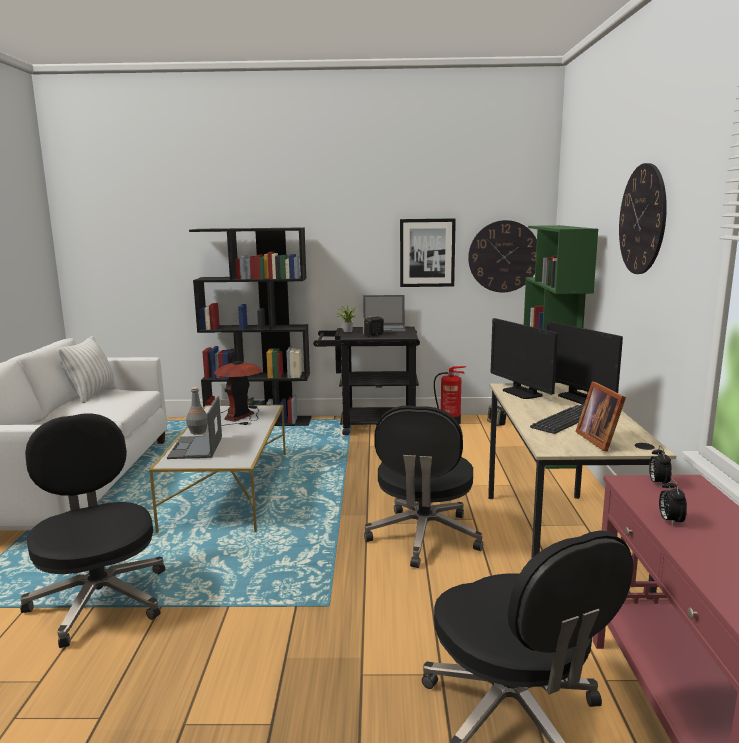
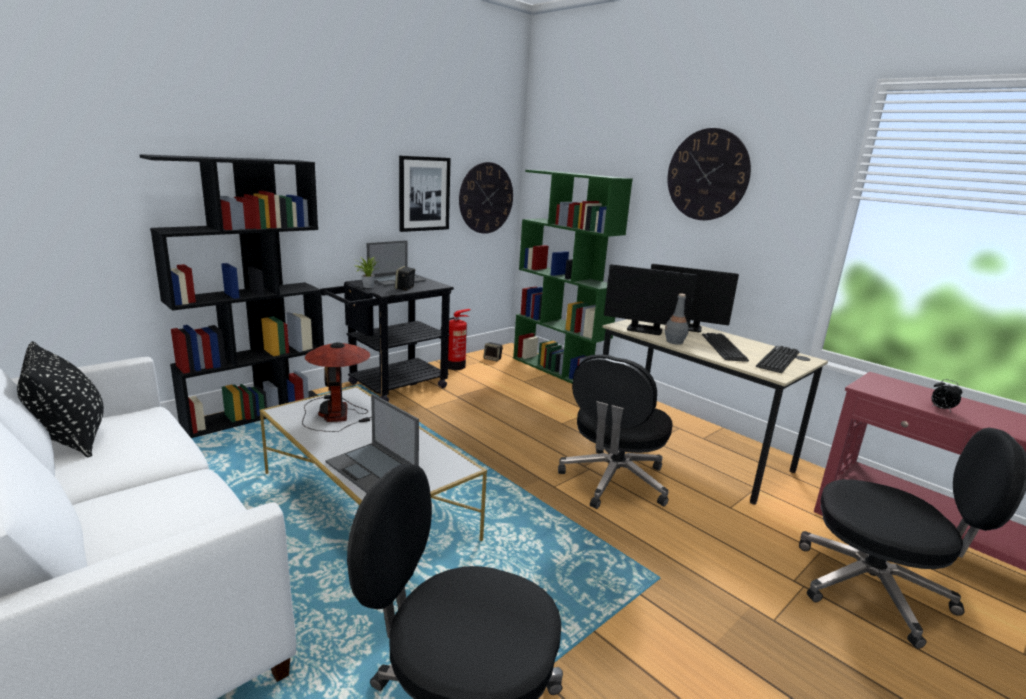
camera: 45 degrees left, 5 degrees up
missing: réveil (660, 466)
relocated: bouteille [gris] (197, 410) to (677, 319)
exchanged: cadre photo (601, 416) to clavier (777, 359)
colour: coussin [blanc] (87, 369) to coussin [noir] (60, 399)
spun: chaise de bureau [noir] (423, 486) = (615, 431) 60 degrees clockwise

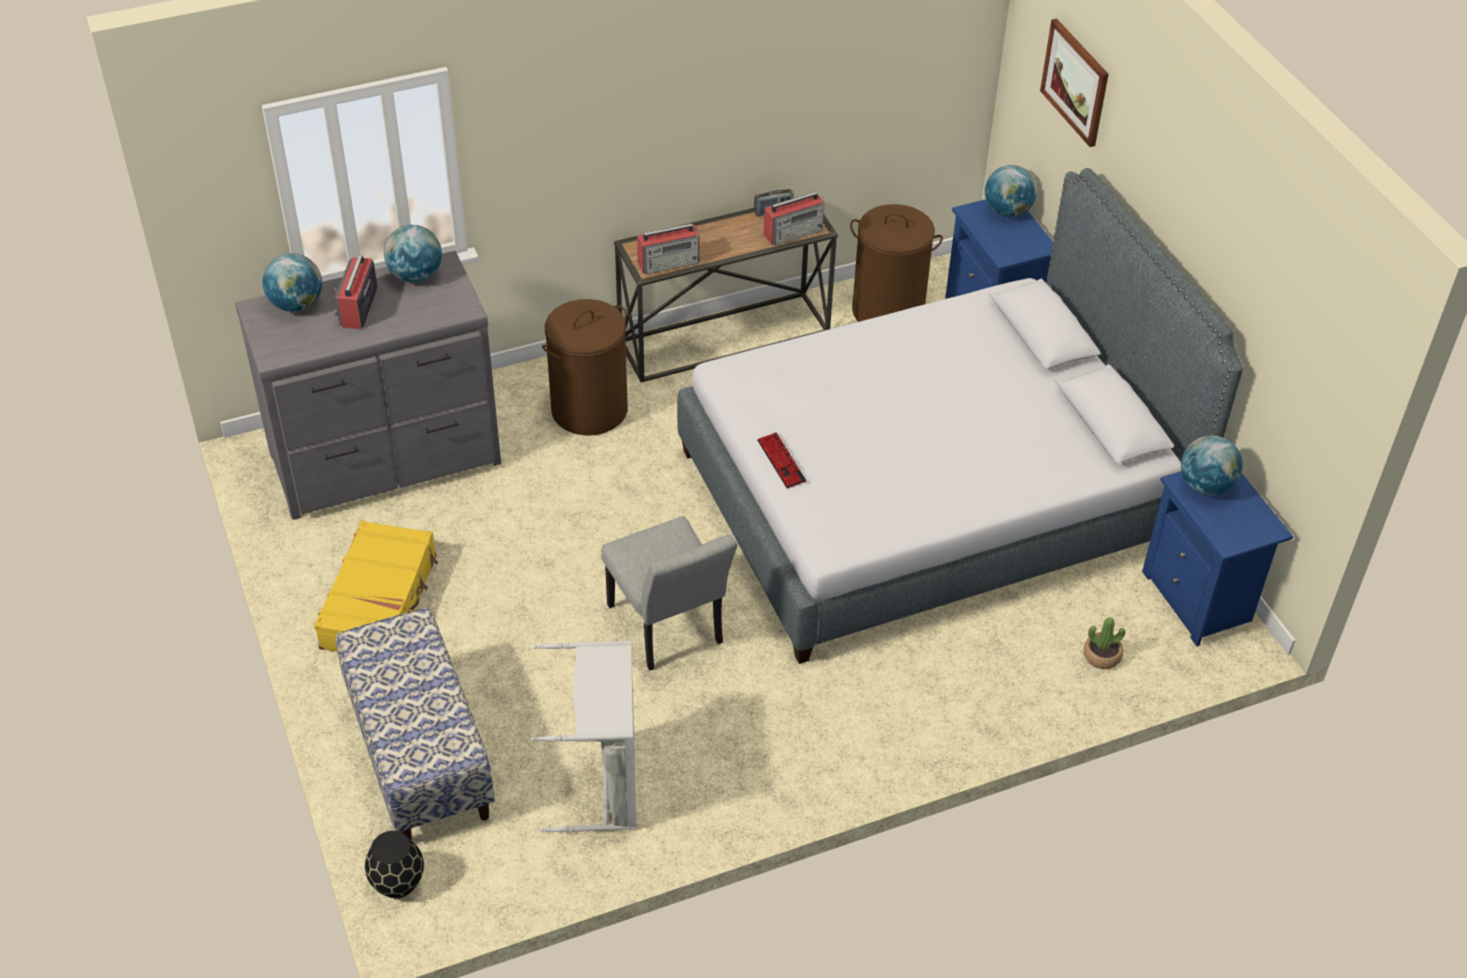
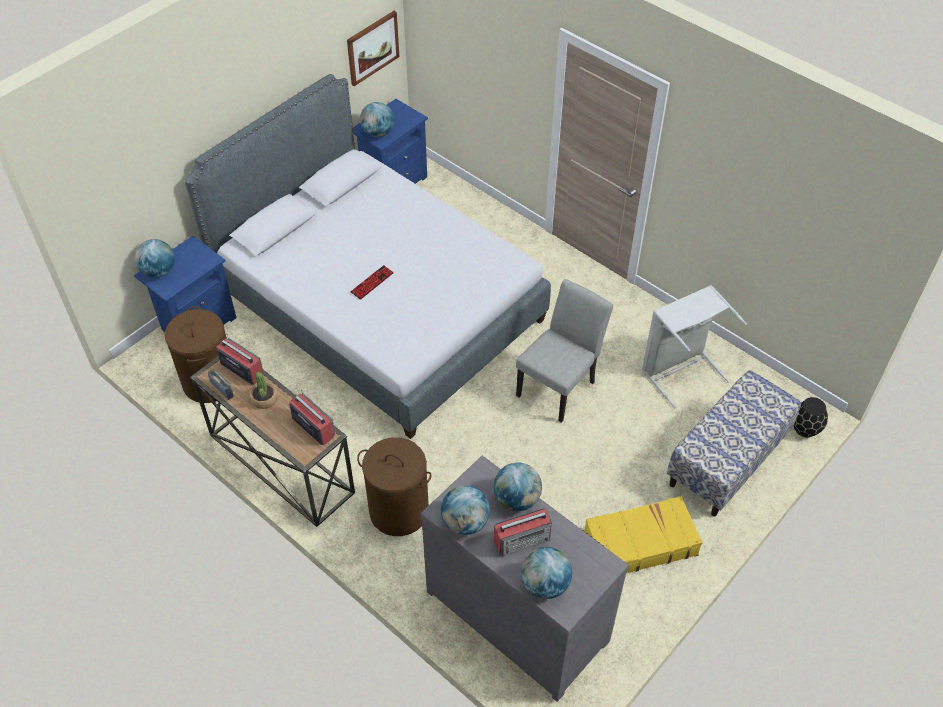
camera: 115 degrees left, 5 degrees up
appeared: globe (518, 487)
relocated: plante en pot (1104, 643) to (263, 390); tableau (1074, 83) to (373, 48); clavier (781, 460) to (372, 282)

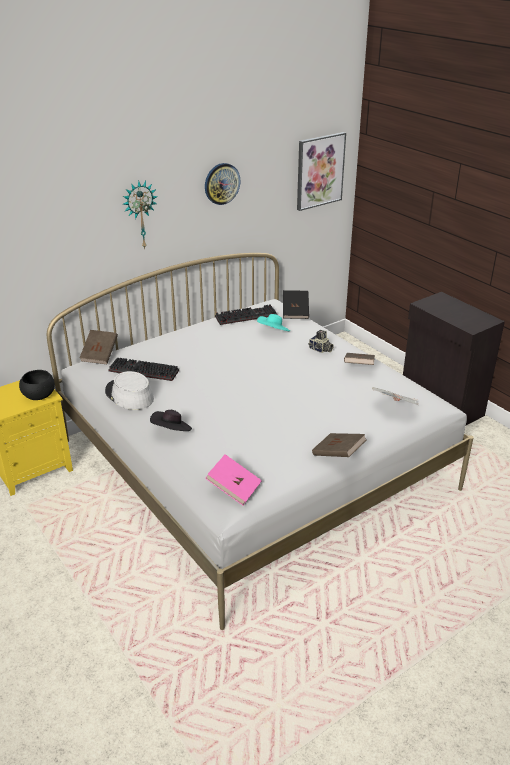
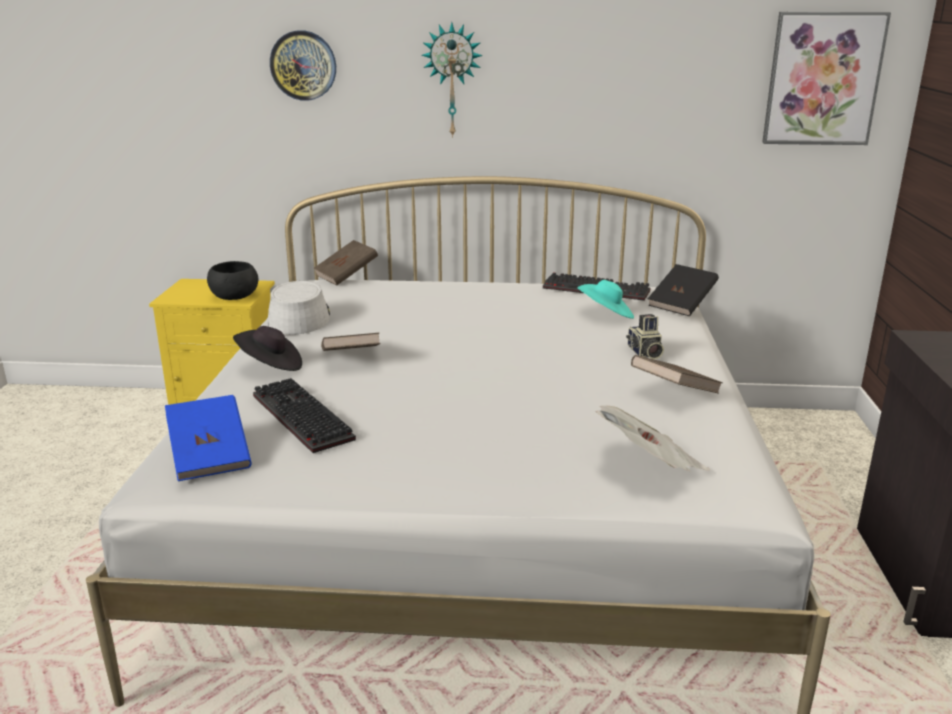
camera: 40 degrees right, 10 degrees down
relocated: clavier (144, 369) to (304, 415); horloge murale (223, 184) to (303, 65); livre [marron] (339, 445) to (351, 342)
colour: livre [rose] (233, 479) to livre [bleu] (208, 438)

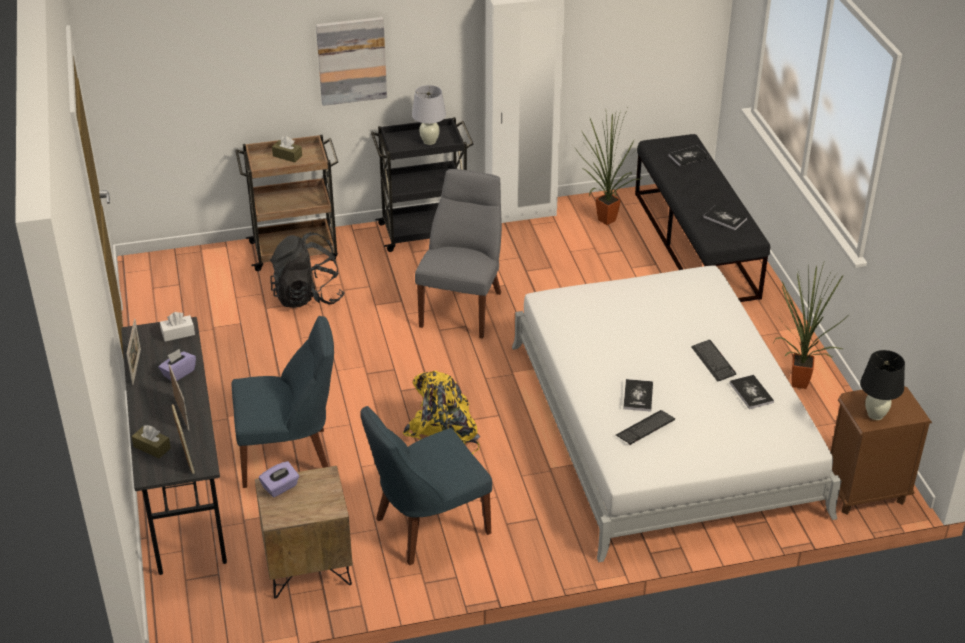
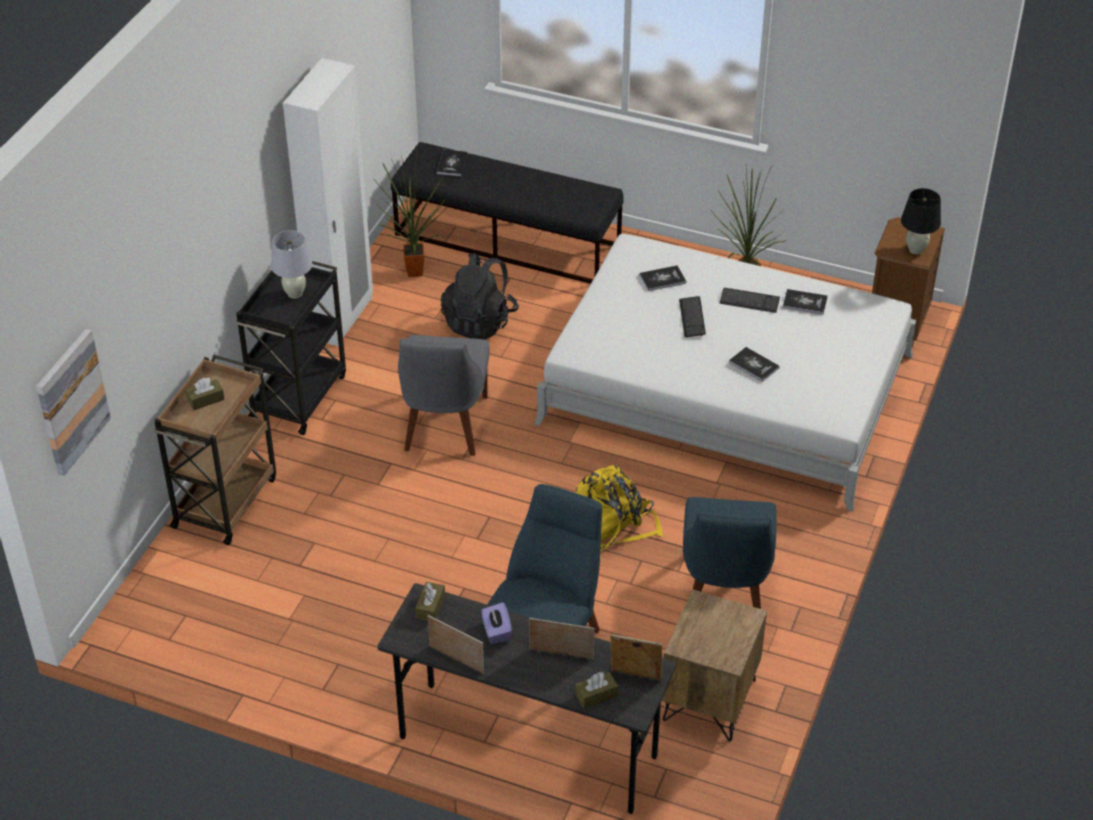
camera: 55 degrees left, 5 degrees up
missing: boîte à mouchoirs [violet] (279, 479)
relocated: tableau (351, 61) to (73, 402); sac à dos [noir] (307, 270) to (480, 296); livre (725, 217) to (662, 278); clavier (645, 427) to (692, 316)
colour: boîte à mouchoirs [blanc] (177, 327) to boîte à mouchoirs [marron] (430, 601)
spun: chaise [gris] (458, 253) = (444, 395) 135 degrees counterclockwise

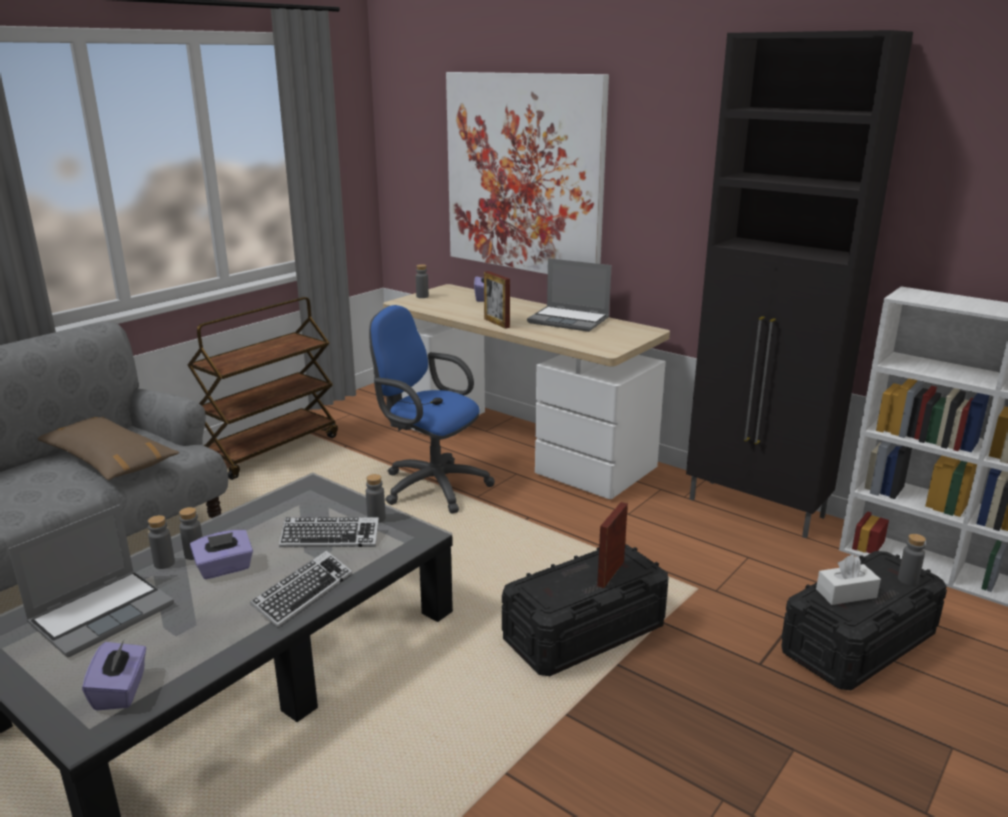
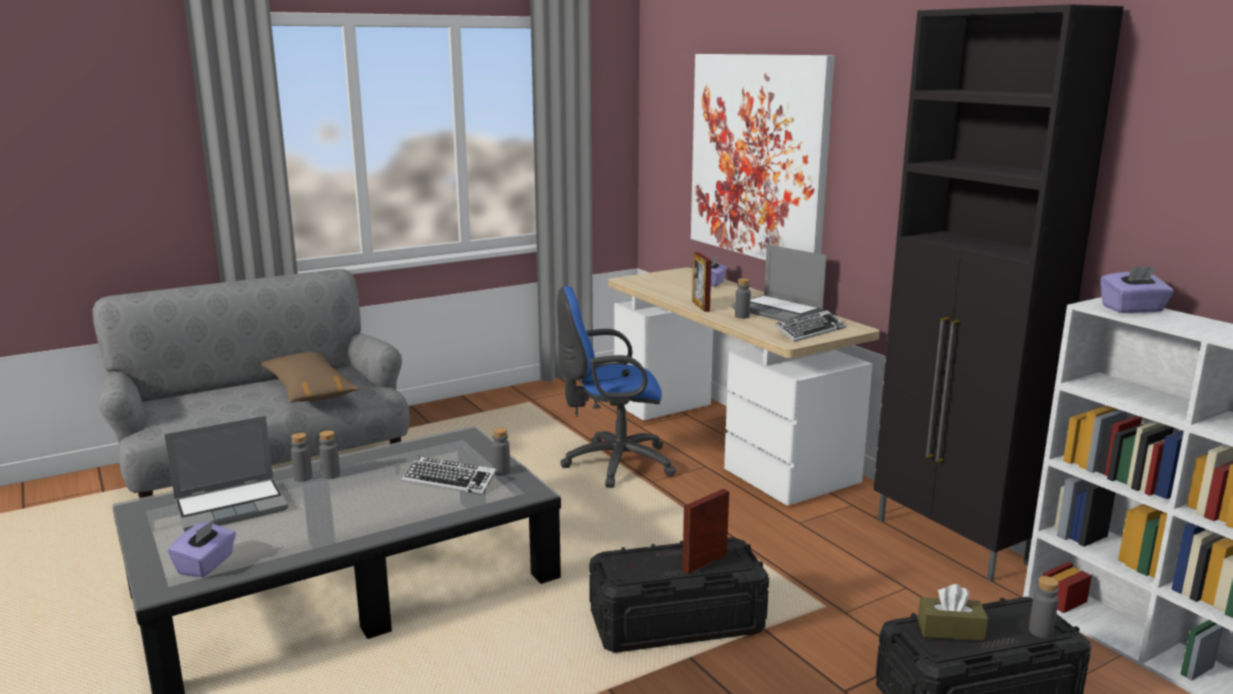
camera: 20 degrees right, 5 degrees down
missing: chariot [marron] (263, 388)
relocated: bouteille [gris] (422, 281) to (743, 298); clavier (301, 589) to (810, 326); boîte à mouchoirs [violet] (221, 554) to (1137, 290)
colour: boîte à mouchoirs [blanc] (848, 579) to boîte à mouchoirs [marron] (953, 612)
spun: chaise de bureau [bleu] (432, 409) = (616, 387) 60 degrees counterclockwise

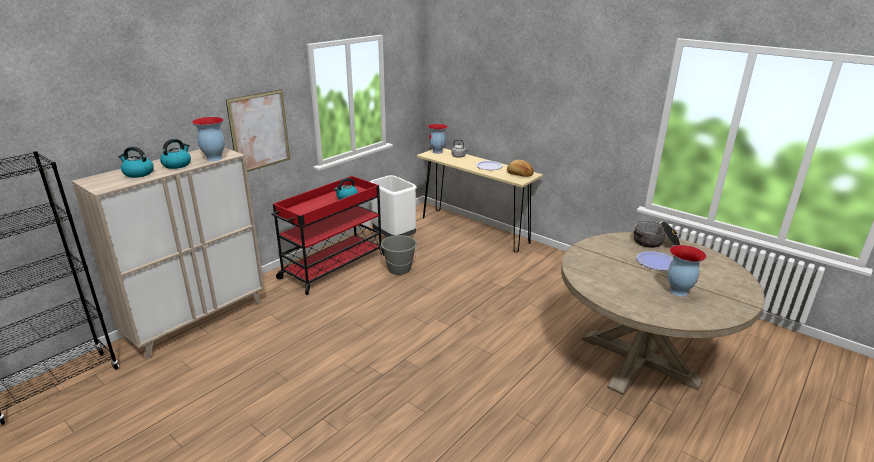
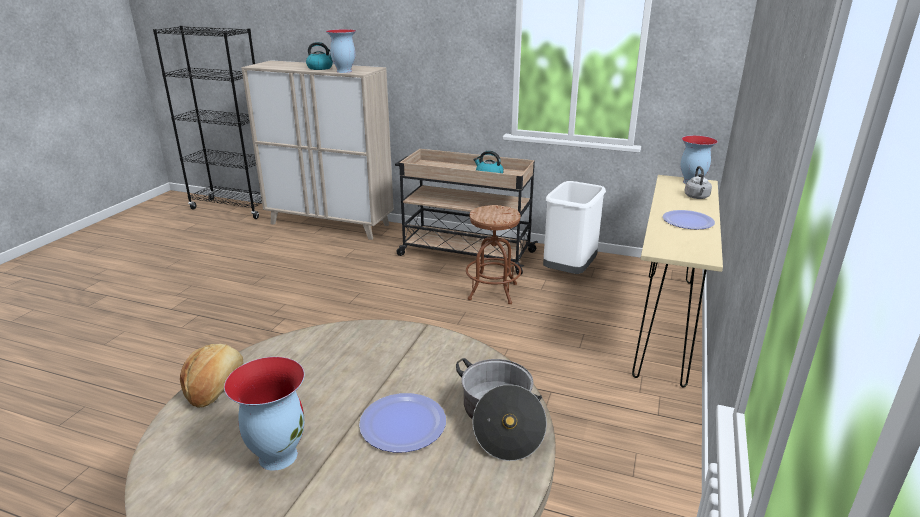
camera: 70 degrees right, 0 degrees up
missing: bouilloire (136, 162); tableau (258, 130)
relocated: pain (520, 168) to (212, 376)
exchanged: seau [gris] (399, 255) to tabouret [marron] (493, 254)
colour: chariot [rouge] (327, 235) to chariot [beige] (466, 212)

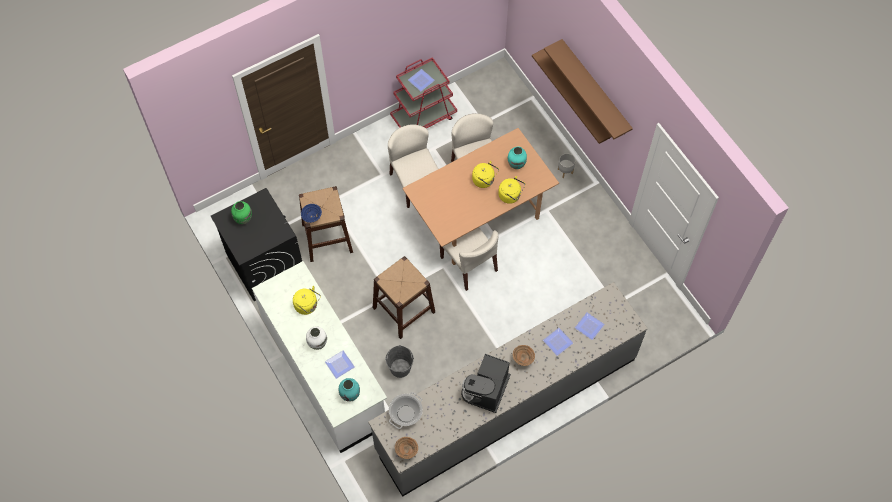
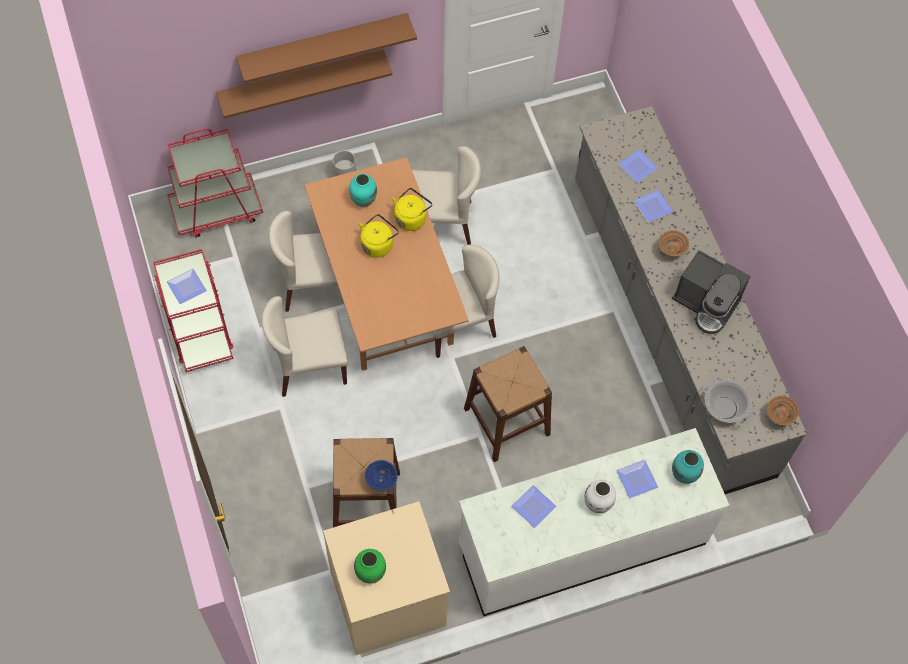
camera: 80 degrees left, 0 degrees up
missing: seau [gris] (399, 361)
appeared: chariot [rouge] (215, 182); chaise [beige] (446, 195)
exchanged: bouilloire [jaune] (307, 300) to assiette (533, 506)
colour: lave-linge [noir] (256, 244) to lave-linge [beige] (386, 578)

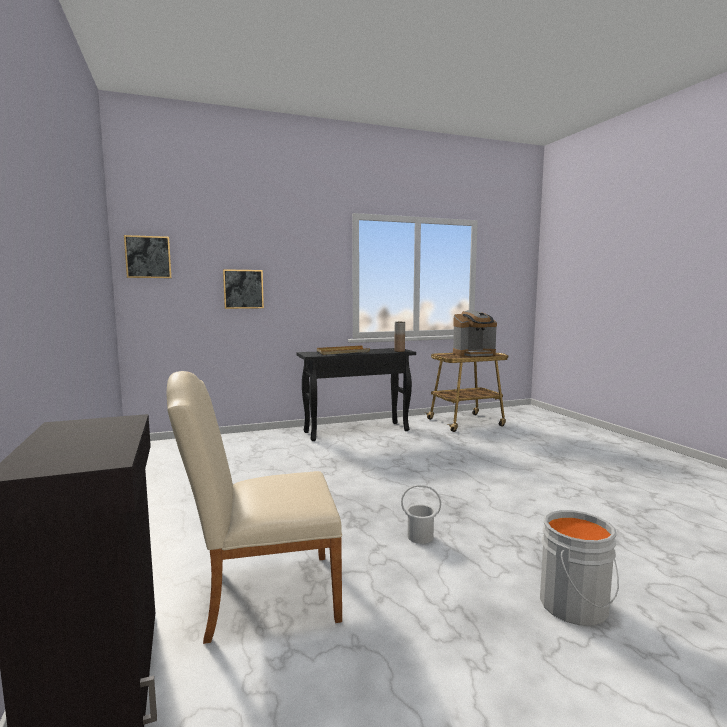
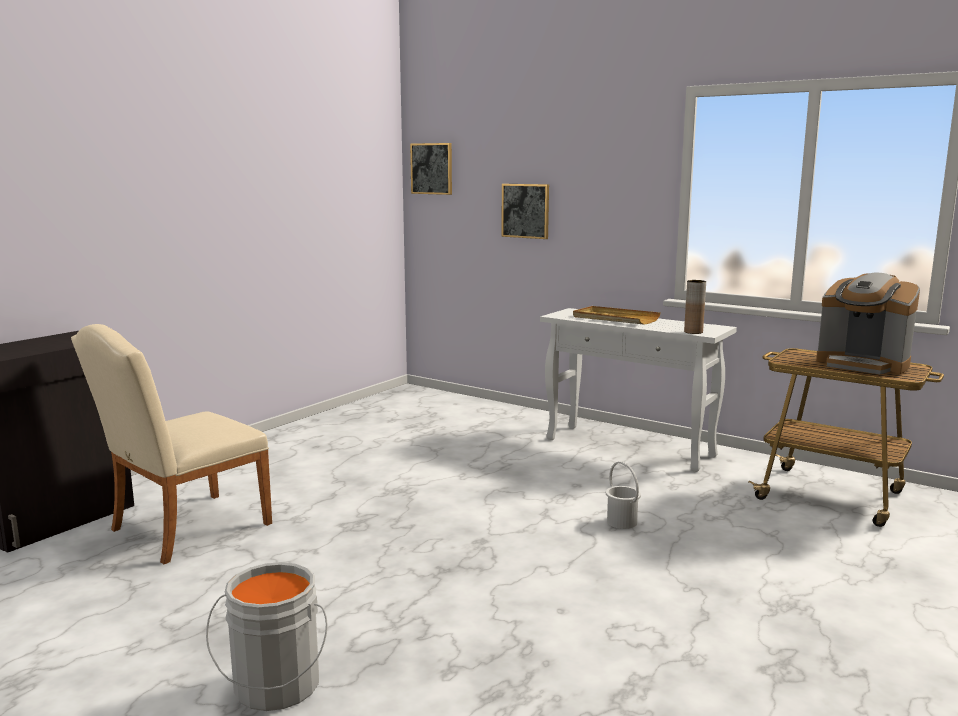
camera: 55 degrees right, 5 degrees up
relocated: seau [blanc] (421, 514) to (623, 495)
colour: table console [noir] (356, 394) to table console [blanc] (638, 390)
spun: chaise [beige] (254, 507) = (171, 444) 90 degrees counterclockwise

